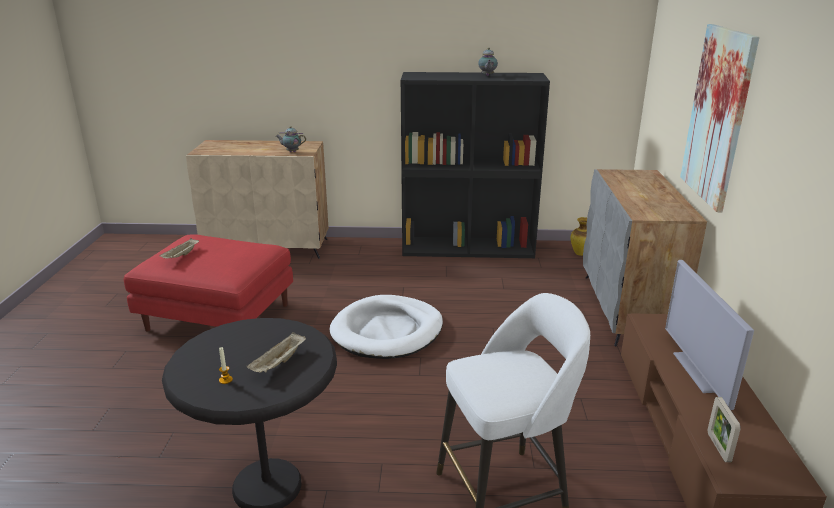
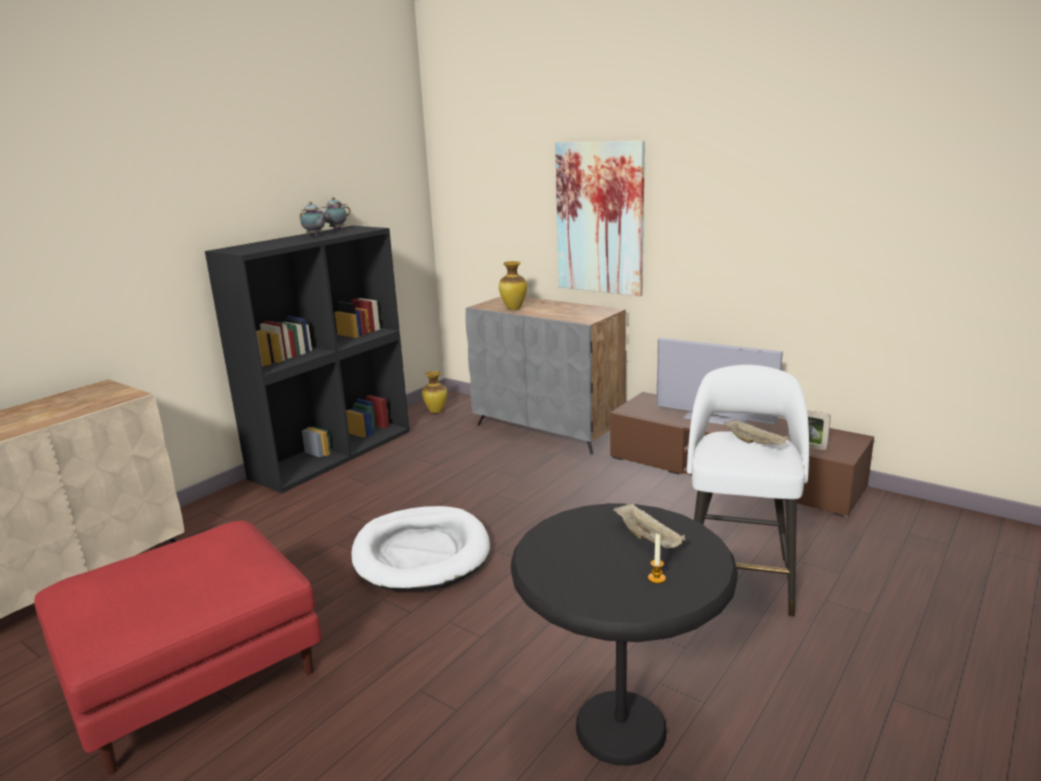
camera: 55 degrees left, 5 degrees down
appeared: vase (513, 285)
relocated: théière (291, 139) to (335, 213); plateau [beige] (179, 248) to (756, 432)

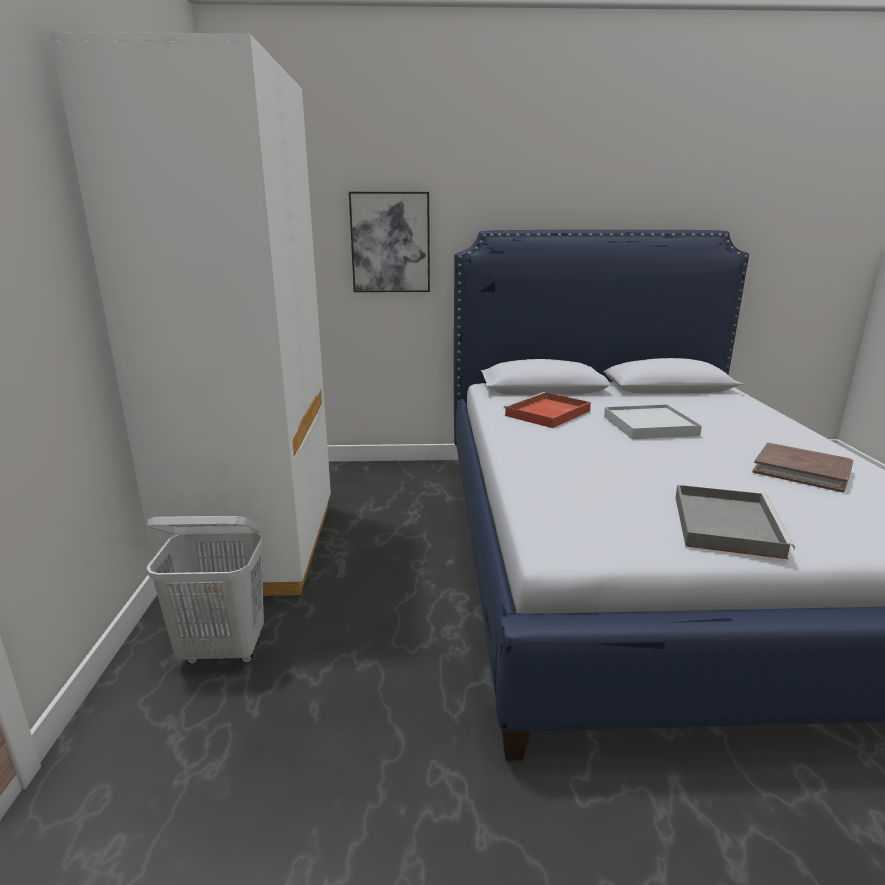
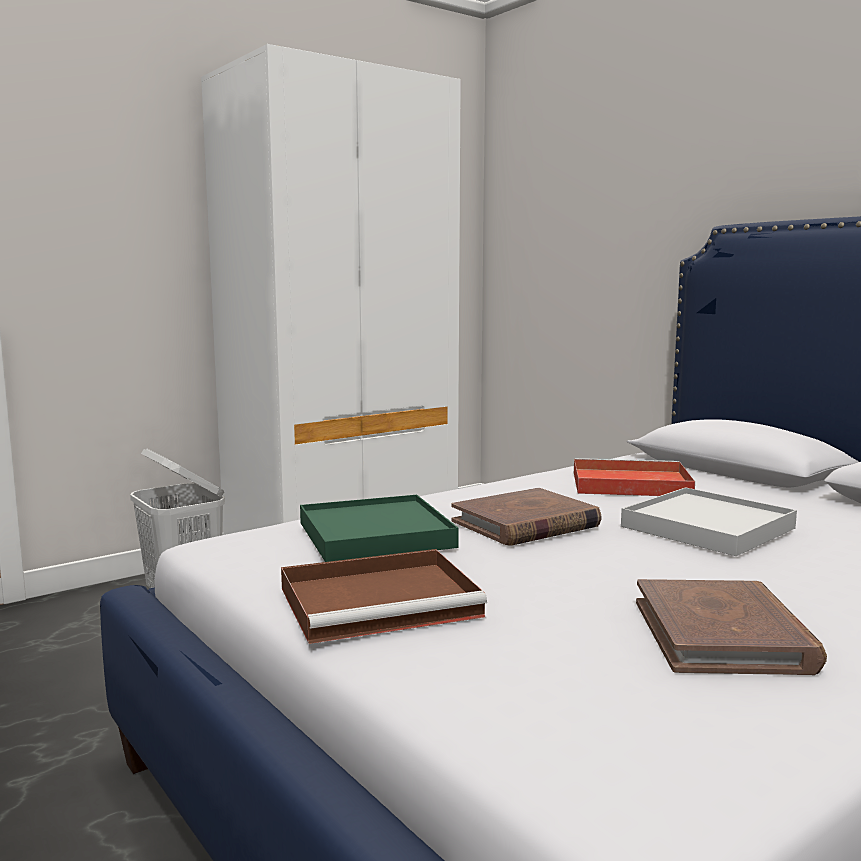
camera: 55 degrees right, 10 degrees down
missing: tableau (389, 242)
appeared: plateau [vert] (379, 528); livre [marron] (526, 517)
colour: plateau [gris] (735, 522) to plateau [marron] (384, 596)

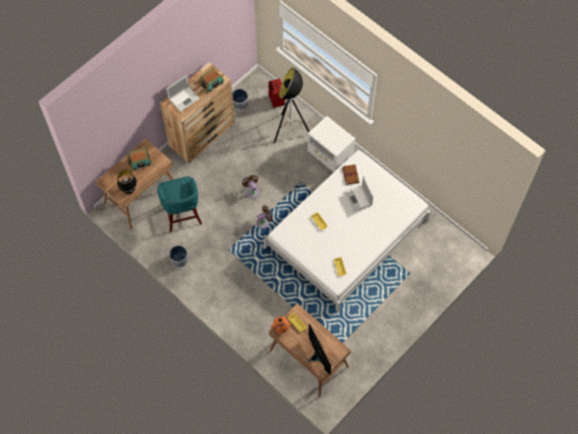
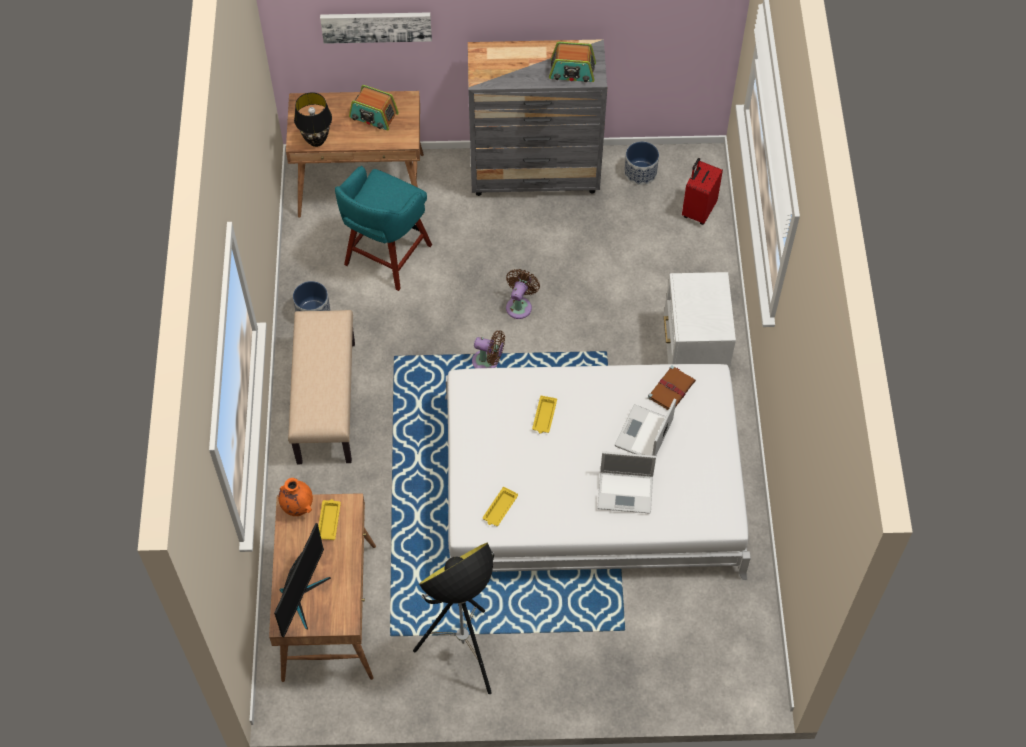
camera: 45 degrees right, 5 degrees down
appeared: banc [beige] (321, 387); tableau (376, 28)
relocated: lampadaire (292, 105) to (453, 618); ordinateur portable (183, 93) to (626, 482)
colour: commode [marron] (197, 112) to commode [gris] (538, 117)

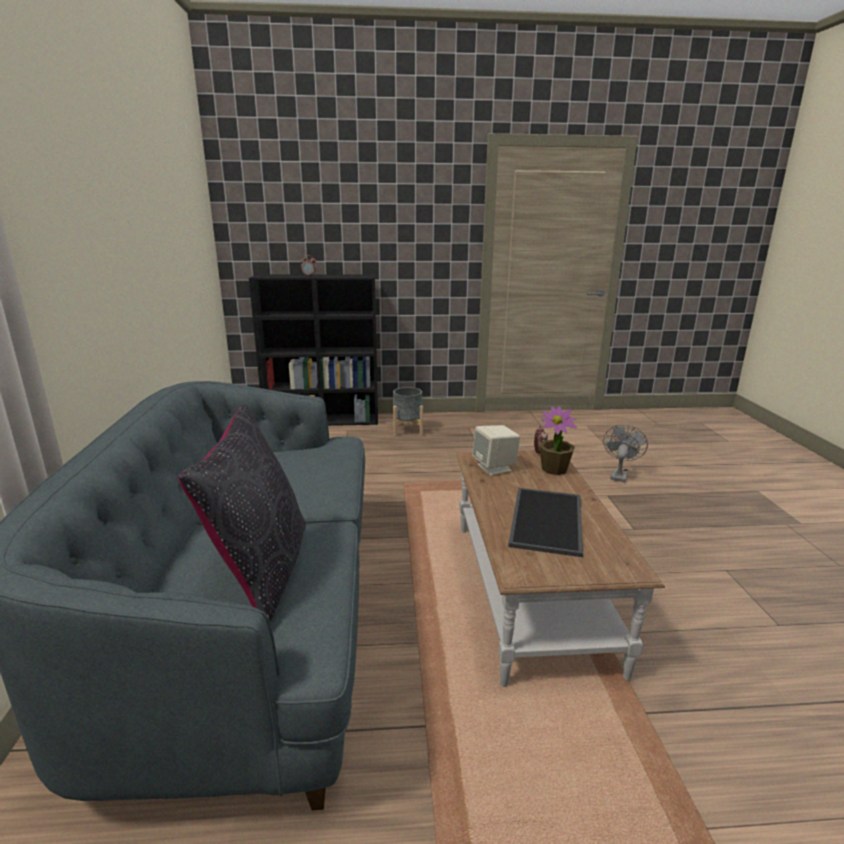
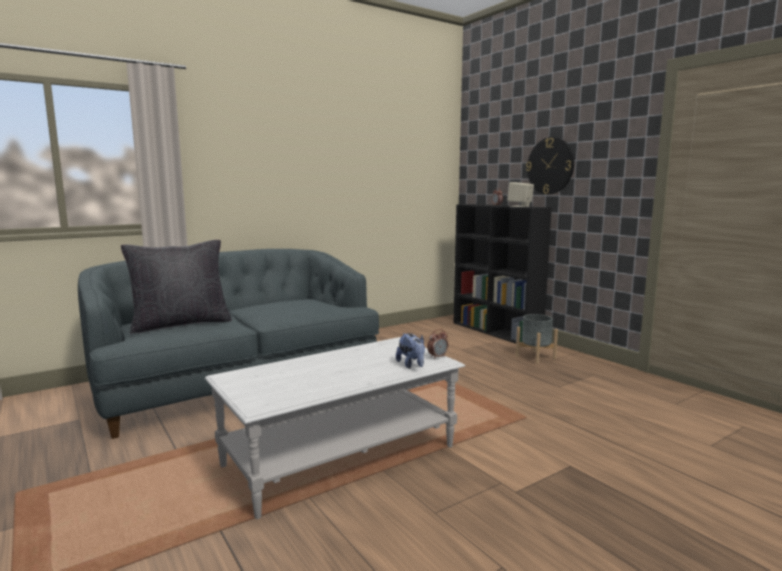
camera: 60 degrees right, 10 degrees down
missing: plateau (545, 522); ventilateur [gris] (625, 453)
appeared: horloge murale (550, 165)
relocated: enceinte [beige] (496, 450) to (520, 194)
exchanged: plante en pot (558, 440) to peluche (410, 351)
colour: table basse [marron] (560, 568) to table basse [blanc] (335, 428)

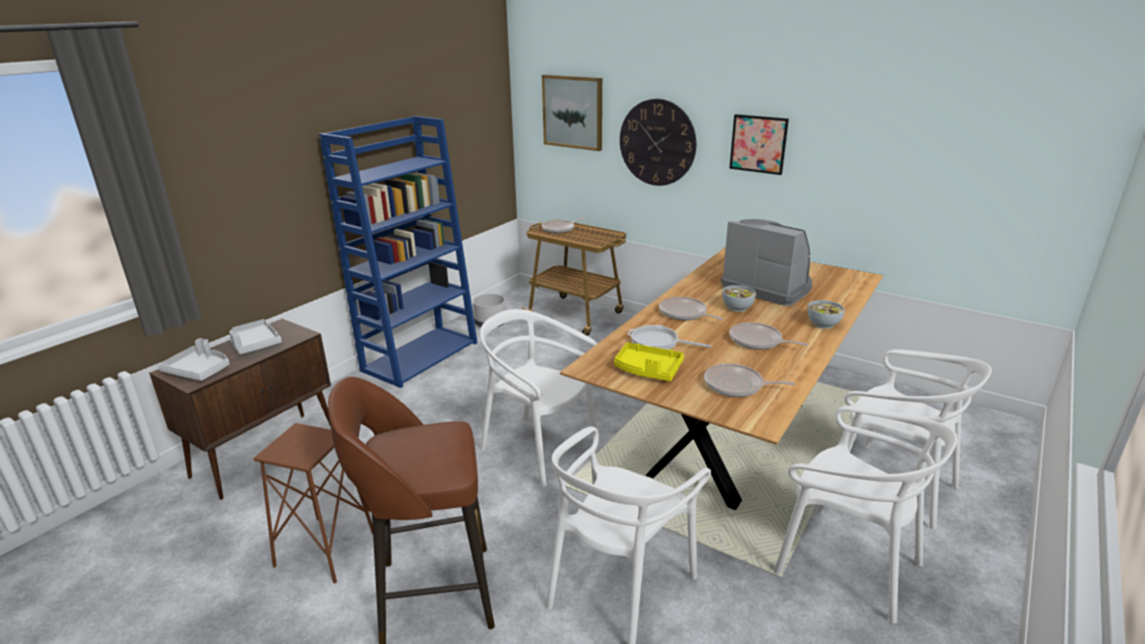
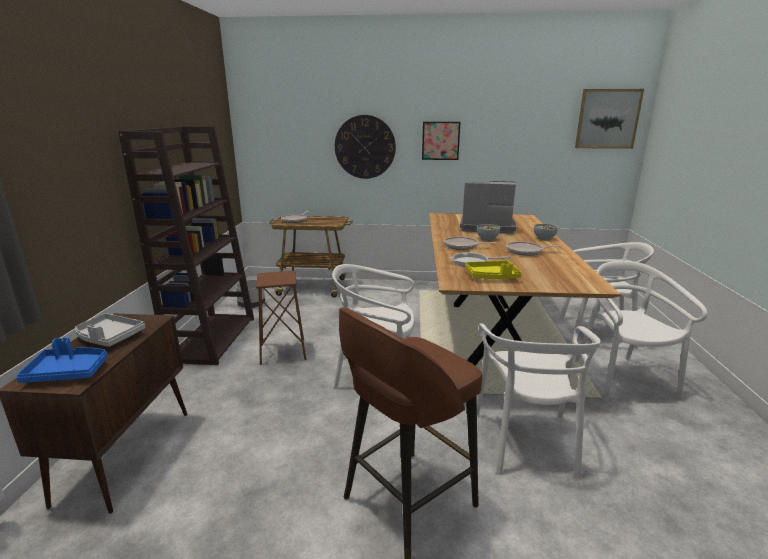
camera: 30 degrees left, 5 degrees down
missing: poêle (749, 380)
relocated: tabouret [marron] (313, 503) to (281, 318); tableau (572, 113) to (609, 119)
colour: plateau [gris] (194, 359) to plateau [bleu] (62, 360); bibliothèque [bleu] (398, 252) to bibliothèque [marron] (186, 245)
spun: chaise [blanc] (865, 514) = (641, 331) 105 degrees counterclockwise

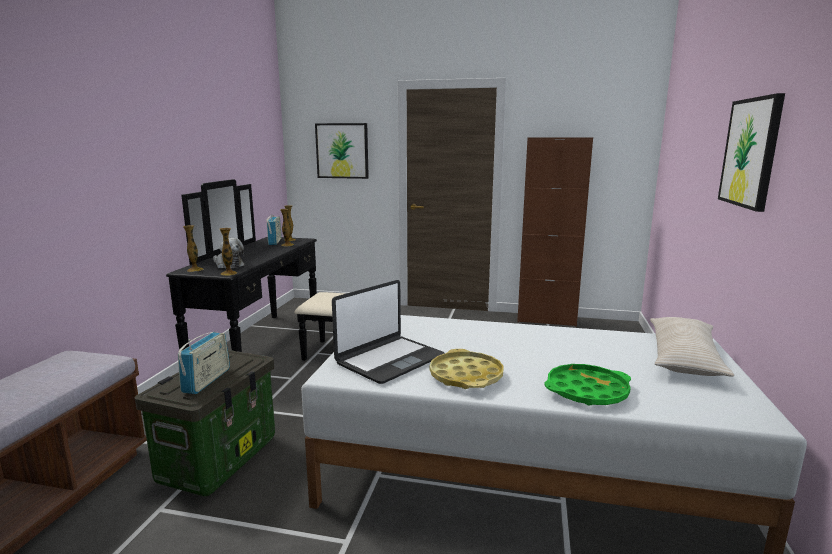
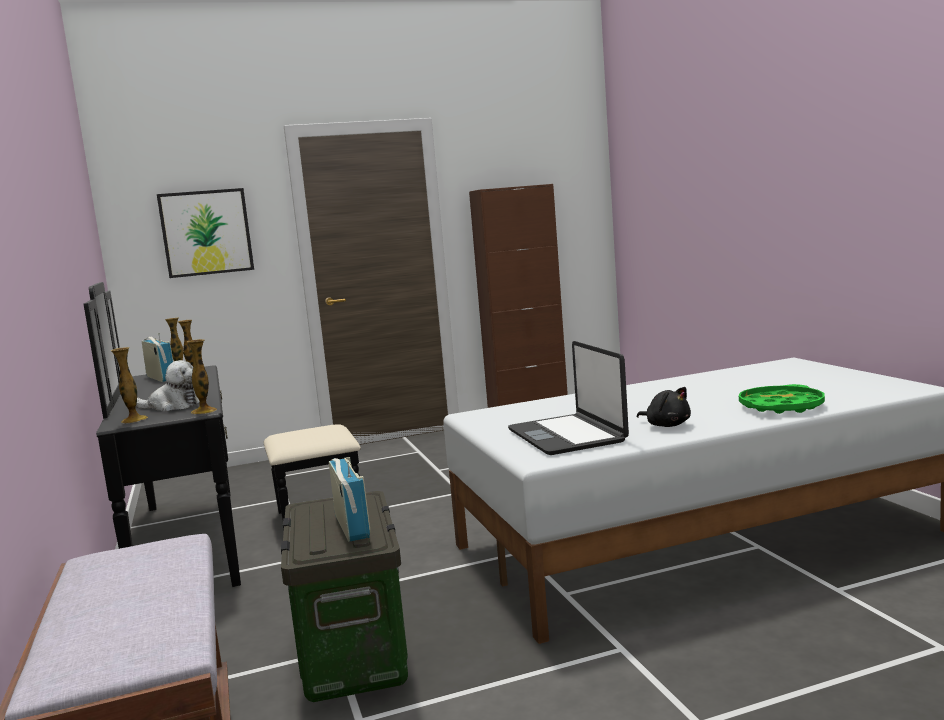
camera: 30 degrees left, 5 degrees down
missing: coussin [beige] (692, 347); tableau (751, 152)
exchanged: plateau [jaune] (467, 369) to peluche [noir] (664, 407)
spun: ordinateur portable (388, 332) = (568, 398) 150 degrees clockwise

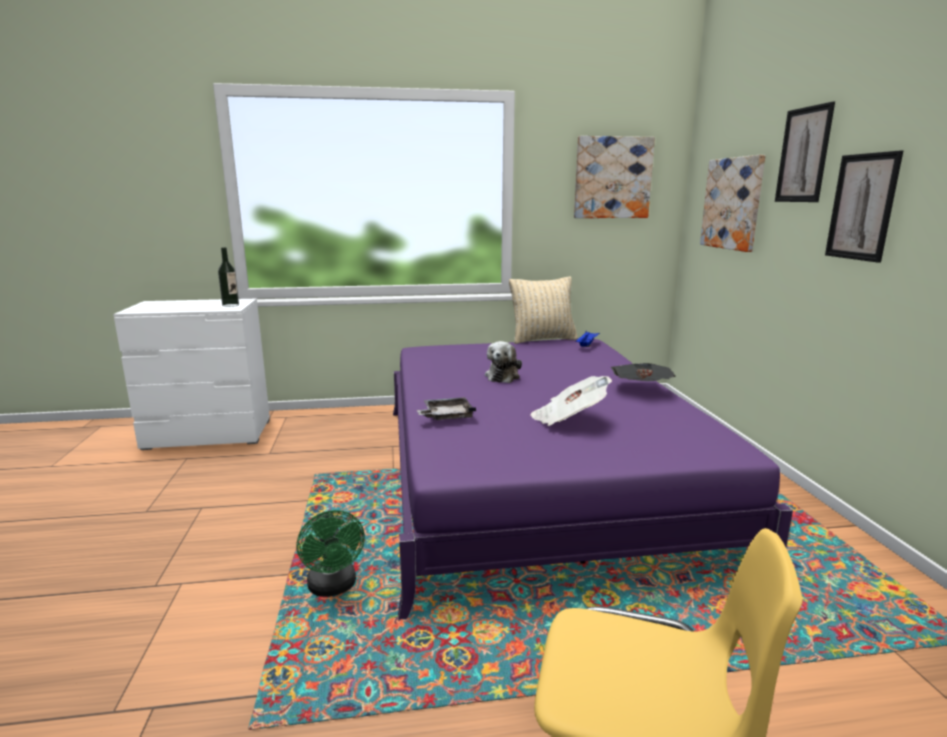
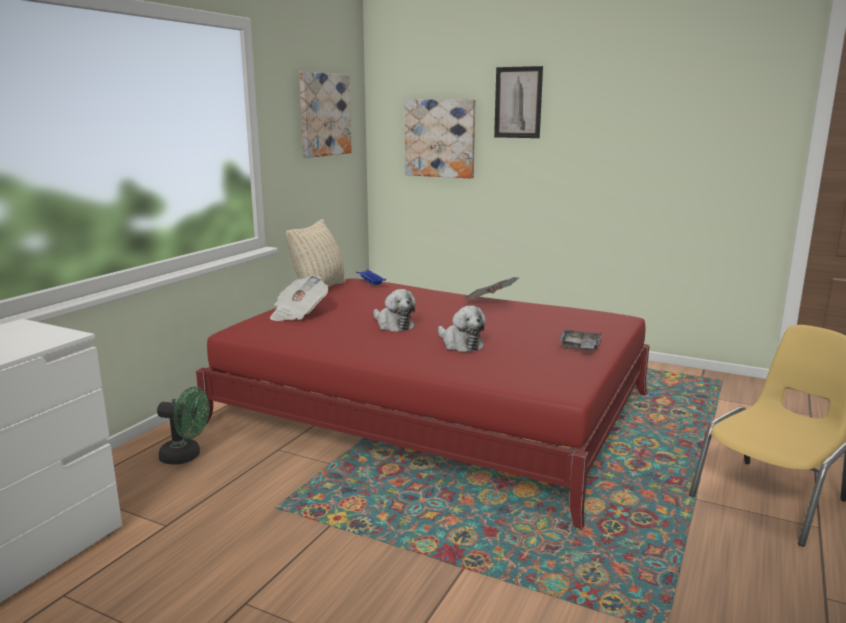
camera: 55 degrees left, 0 degrees up
missing: bouteille (228, 277); tableau (864, 206)
appeared: peluche (462, 329)
relocated: ventilateur [vert] (331, 553) to (183, 426); journal (571, 401) to (299, 298); plateau [gris] (446, 408) to (580, 340)
colour: lit [violet] (593, 479) to lit [rouge] (423, 403)

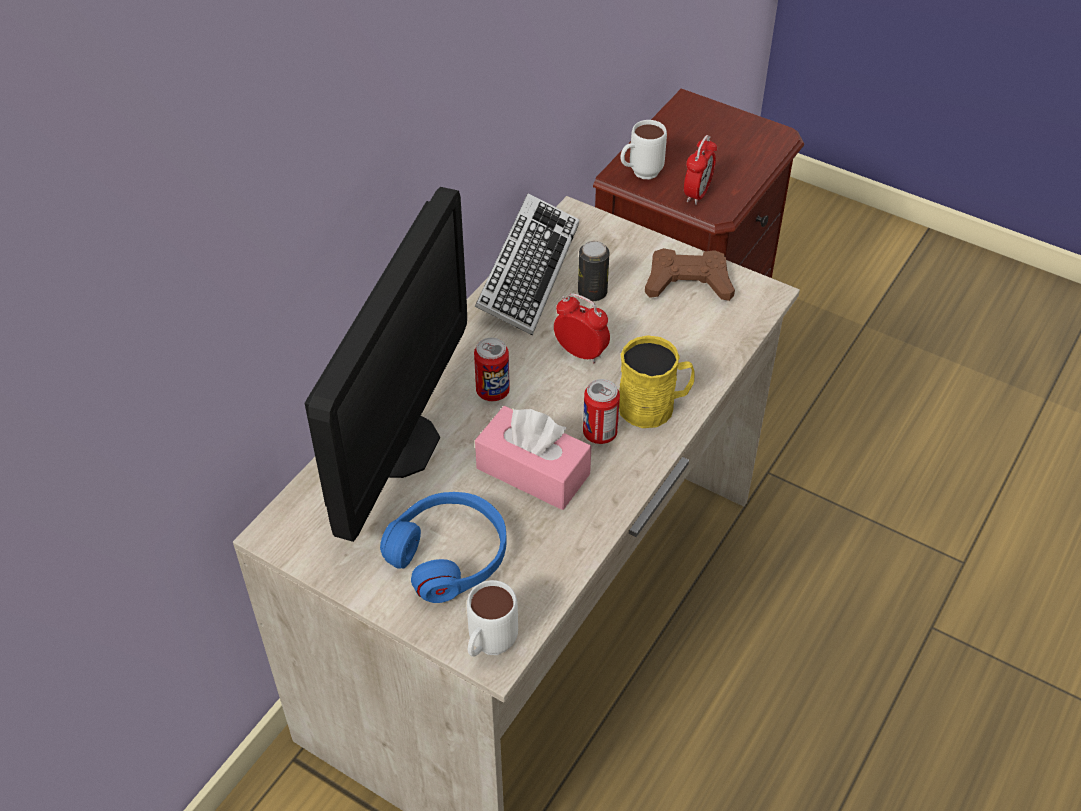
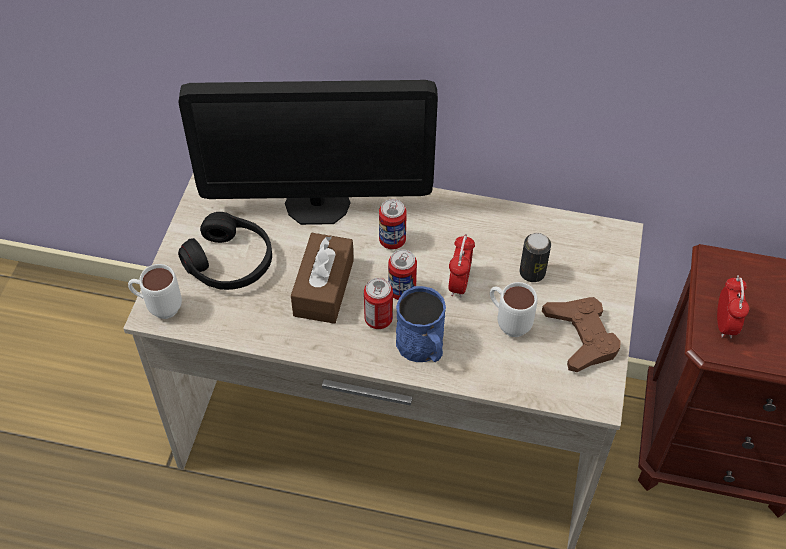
camera: 70 degrees right, 5 degrees up
missing: clavier (527, 264)
appeared: boîte métallique (402, 274)
relocated: mug [blanc] (644, 149) to (513, 309)
colour: casque audio [bleu] (443, 547) to casque audio [noir] (225, 251); boîte à mouchoirs [rose] (533, 458) to boîte à mouchoirs [marron] (322, 278); mug [jaune] (657, 381) to mug [bleu] (421, 324)
spun: réveil (700, 170) = (733, 307) 90 degrees counterclockwise

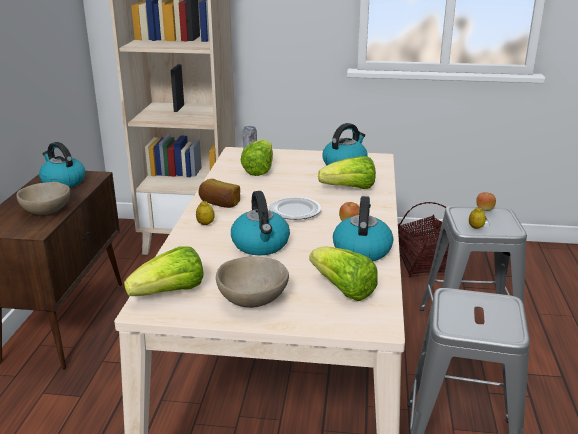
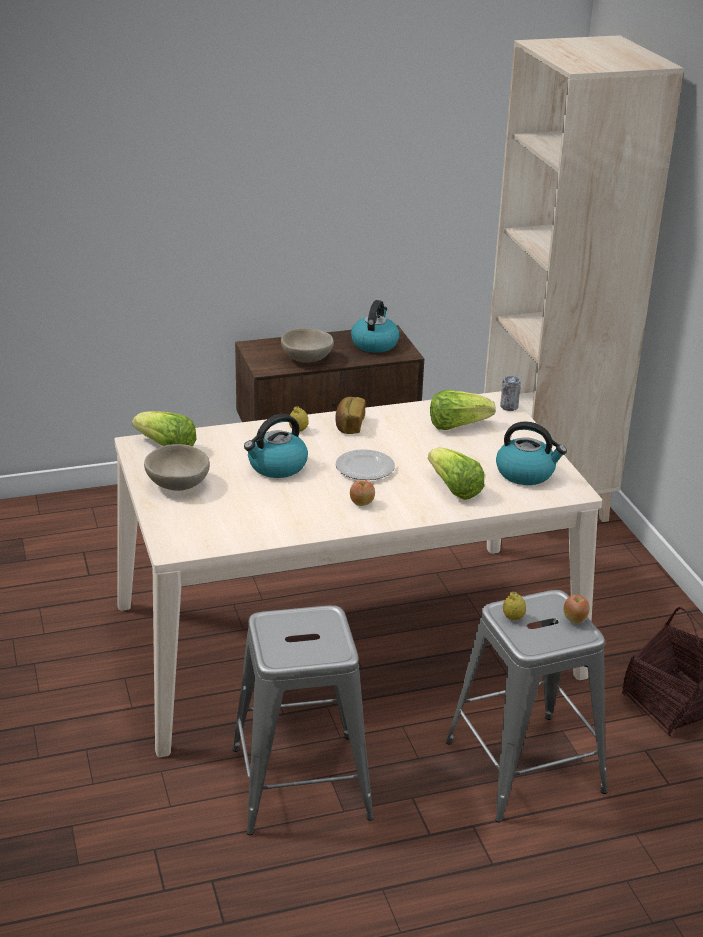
camera: 65 degrees right, 5 degrees up
missing: laitue (343, 274); bouilloire (363, 228)

